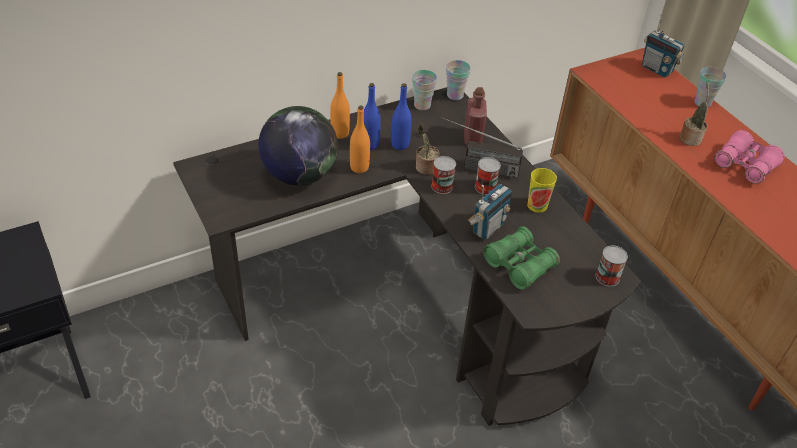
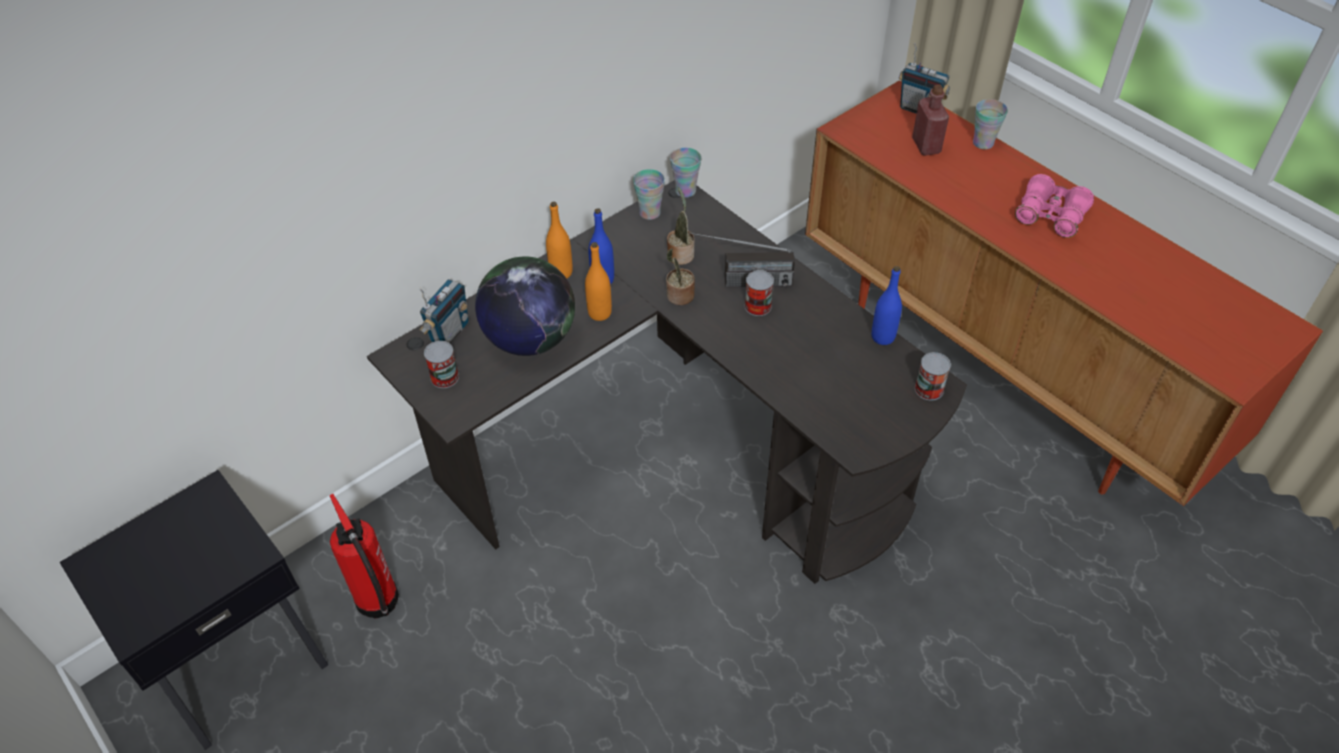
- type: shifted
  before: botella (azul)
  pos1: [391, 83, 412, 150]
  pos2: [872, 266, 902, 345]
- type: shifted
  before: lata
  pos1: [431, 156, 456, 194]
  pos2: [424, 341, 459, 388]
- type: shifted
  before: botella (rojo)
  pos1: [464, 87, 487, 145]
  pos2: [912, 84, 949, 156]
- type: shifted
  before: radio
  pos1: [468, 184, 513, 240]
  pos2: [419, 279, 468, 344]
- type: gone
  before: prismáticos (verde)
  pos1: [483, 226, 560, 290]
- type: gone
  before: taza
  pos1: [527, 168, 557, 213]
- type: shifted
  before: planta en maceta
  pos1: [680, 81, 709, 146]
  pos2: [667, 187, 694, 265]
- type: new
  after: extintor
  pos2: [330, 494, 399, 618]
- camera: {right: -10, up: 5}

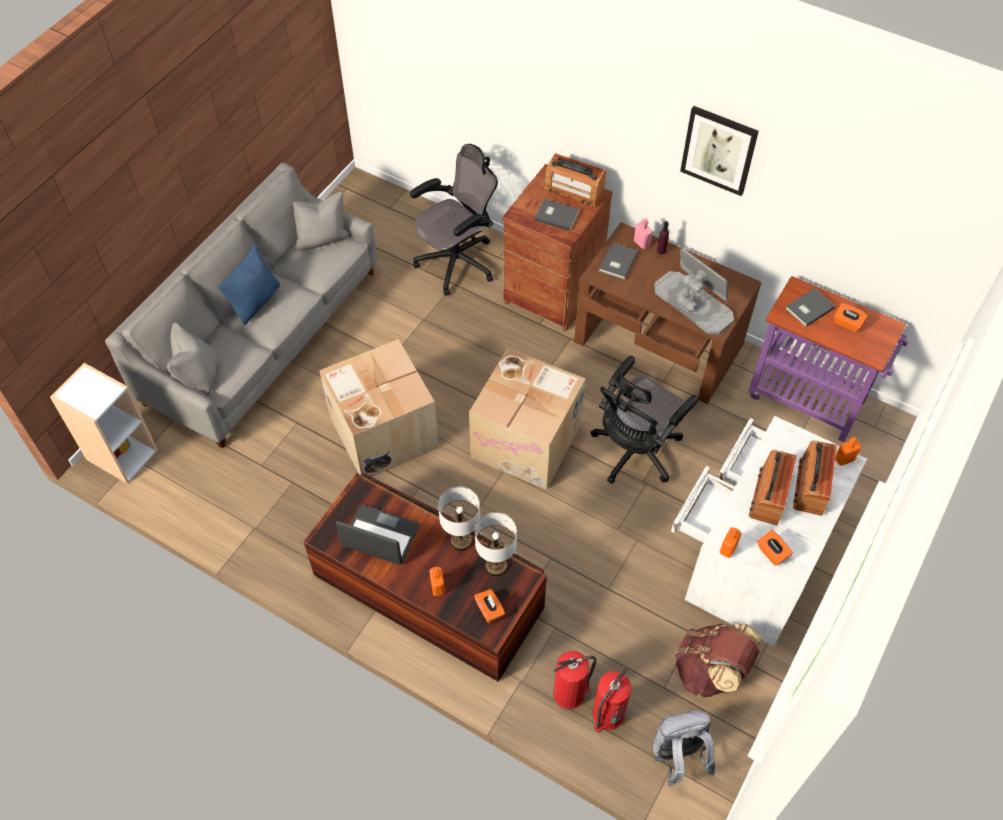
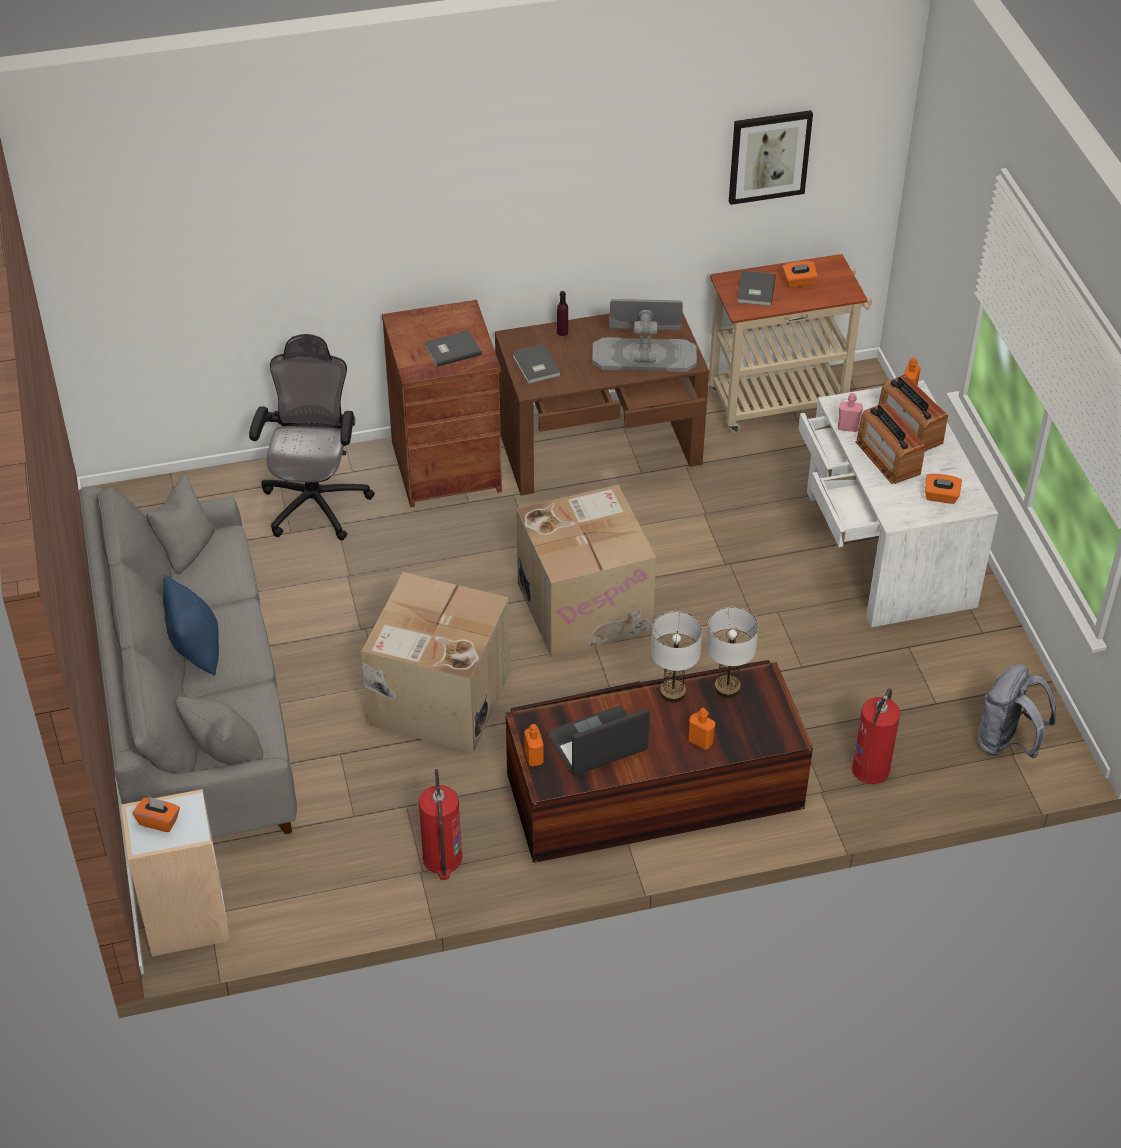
- type: shifted
  before: caja de pañuelos (naranja)
  pos1: [474, 589, 505, 624]
  pos2: [133, 796, 180, 832]
- type: gone
  before: radio
  pos1: [545, 153, 606, 208]
- type: gone
  before: silla de oficina
  pos1: [591, 356, 699, 484]
- type: shifted
  before: extintor
  pos1: [592, 666, 631, 732]
  pos2: [419, 769, 462, 880]
- type: shifted
  before: botella (rosa)
  pos1: [634, 218, 652, 249]
  pos2: [838, 393, 863, 432]
- type: gone
  before: mochila (marrón)
  pos1: [675, 623, 762, 698]
- type: shifted
  before: cuadro
  pos1: [680, 106, 759, 196]
  pos2: [729, 110, 813, 205]
- type: shifted
  before: botella (naranja)
  pos1: [720, 528, 742, 558]
  pos2: [524, 724, 544, 766]
- type: repainted
  before: carrito (morado)
  after: carrito (beis)
  pos1: [748, 276, 909, 442]
  pos2: [708, 254, 872, 434]
- camera: {right: -45, up: -10}

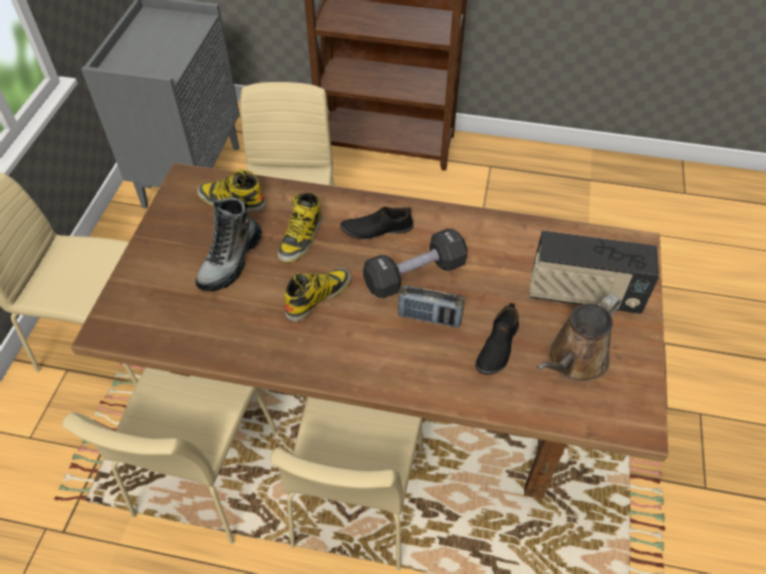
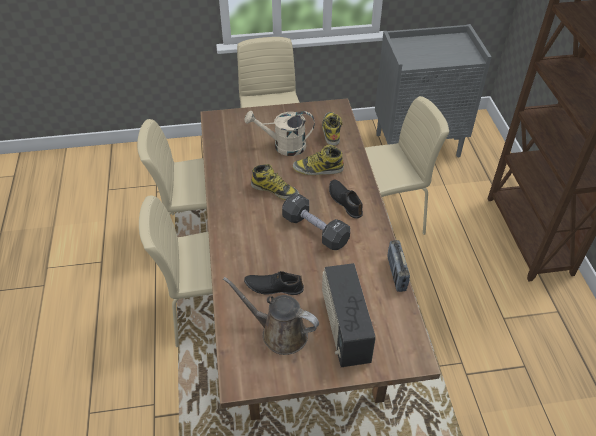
- type: swapped
  before: bota
  after: regadera (beis)
  pos1: [195, 197, 262, 291]
  pos2: [244, 111, 314, 156]
- type: shifted
  before: radio
  pos1: [398, 285, 465, 327]
  pos2: [387, 240, 410, 292]
- camera: {right: 70, up: -5}

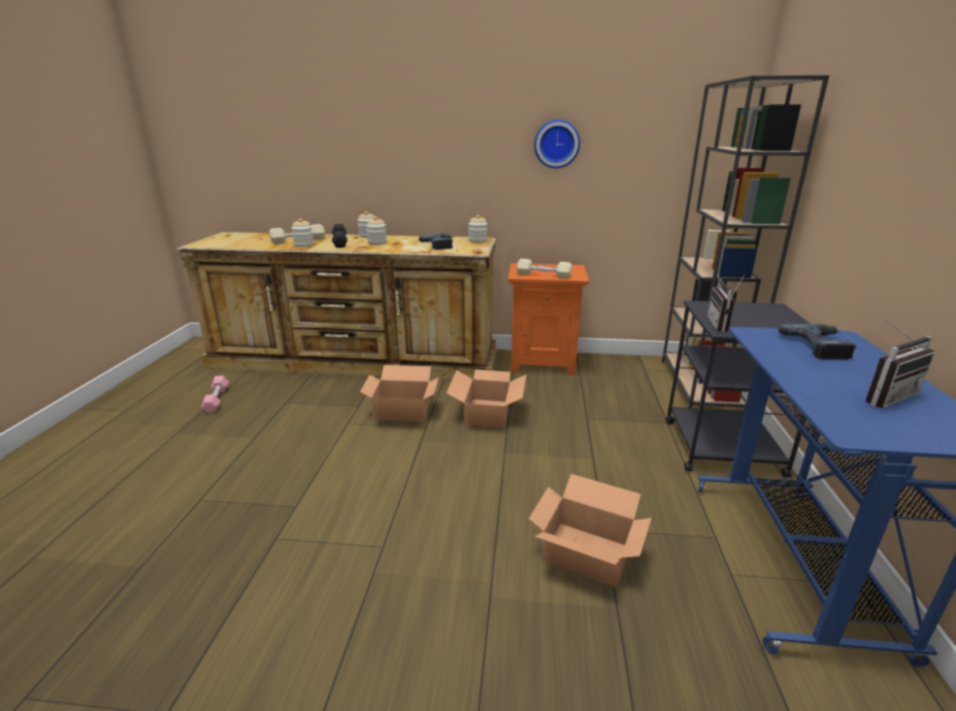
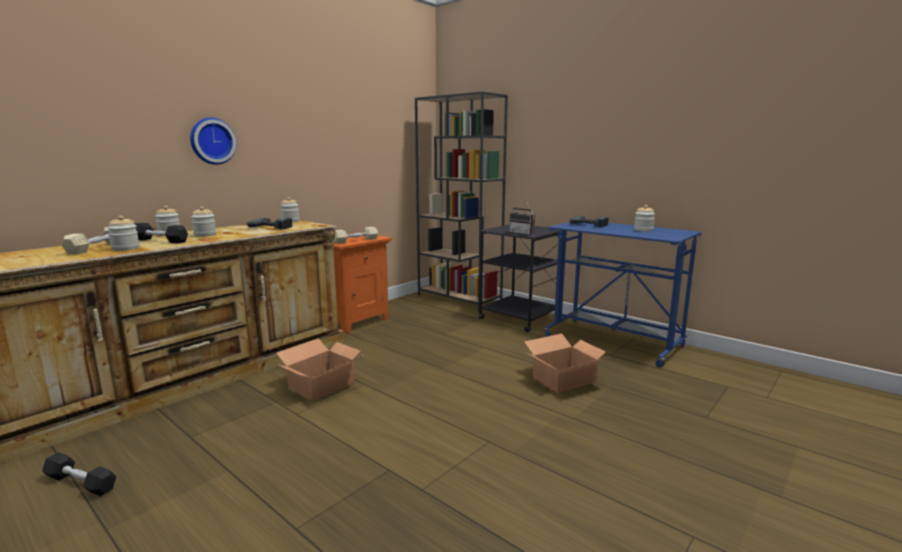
- type: repainted
  before: mancuerna (rosa)
  after: mancuerna (negro)
  pos1: [201, 375, 229, 413]
  pos2: [42, 452, 116, 496]
- type: gone
  before: caja de cartón
  pos1: [447, 369, 527, 428]
- type: shifted
  before: reloj de pared
  pos1: [534, 119, 580, 168]
  pos2: [190, 118, 236, 165]
- type: swapped
  before: radio
  after: tarro
  pos1: [866, 319, 935, 408]
  pos2: [634, 205, 655, 231]
- camera: {right: -55, up: -10}

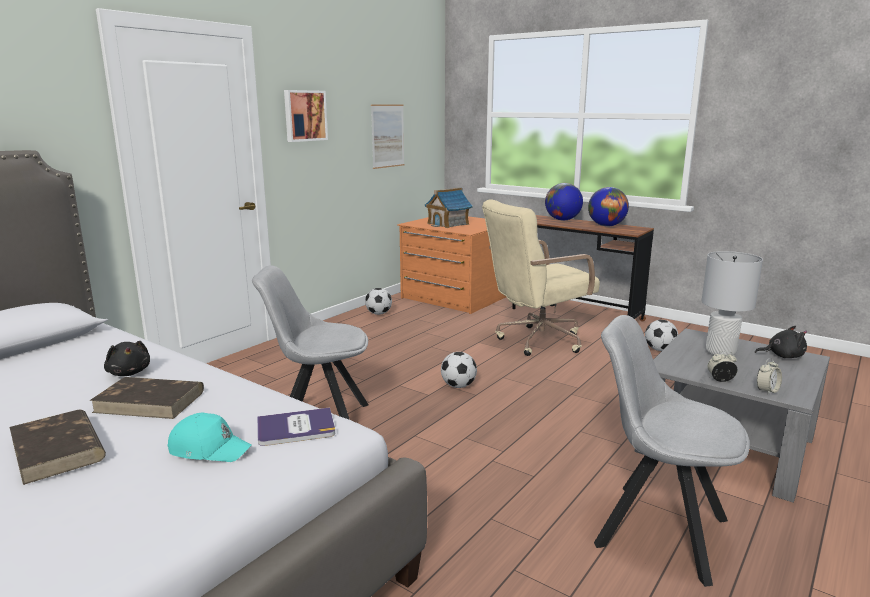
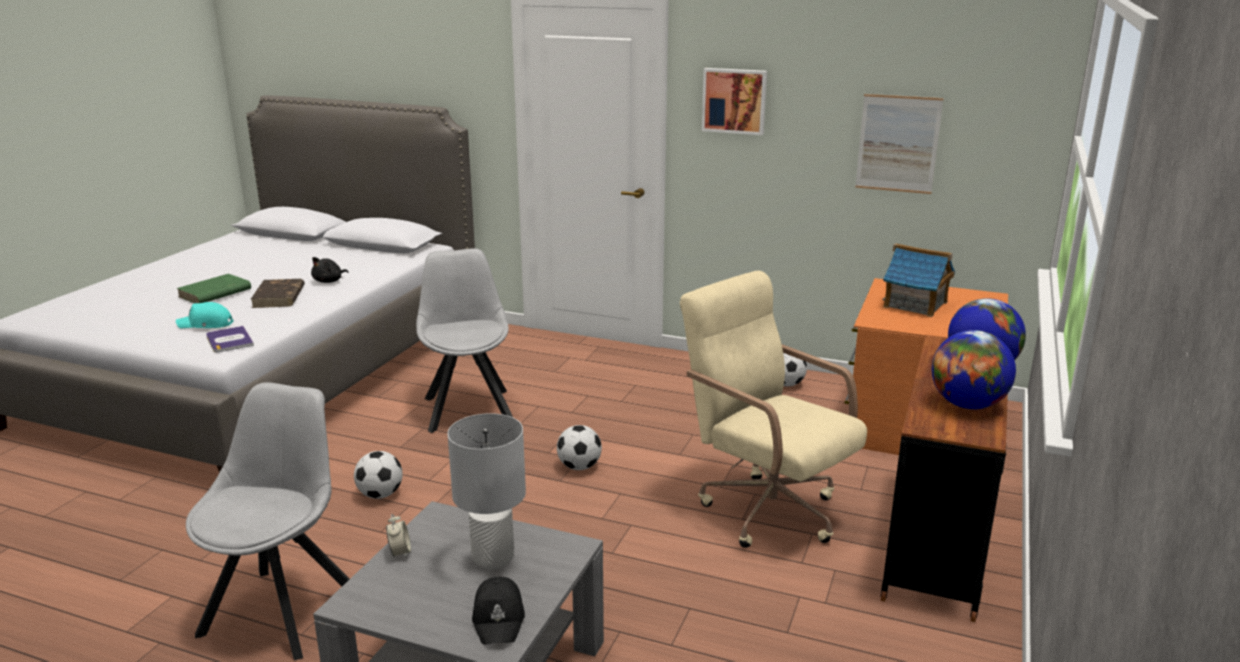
- type: repainted
  before: libro (marrón)
  after: libro (verde)
  pos1: [10, 409, 106, 485]
  pos2: [176, 274, 251, 303]
- type: rotated
  before: gorra (turquesa)
  pos1: [167, 413, 252, 462]
  pos2: [176, 302, 234, 329]
  turn: 90
- type: shifted
  before: balón de fútbol
  pos1: [645, 320, 678, 351]
  pos2: [354, 451, 403, 499]
- type: swapped
  before: peluche (negro)
  after: gorra (negro)
  pos1: [755, 326, 807, 358]
  pos2: [472, 577, 525, 645]
- type: gone
  before: despertador
  pos1: [757, 358, 782, 395]
- camera: {right: 75, up: 5}

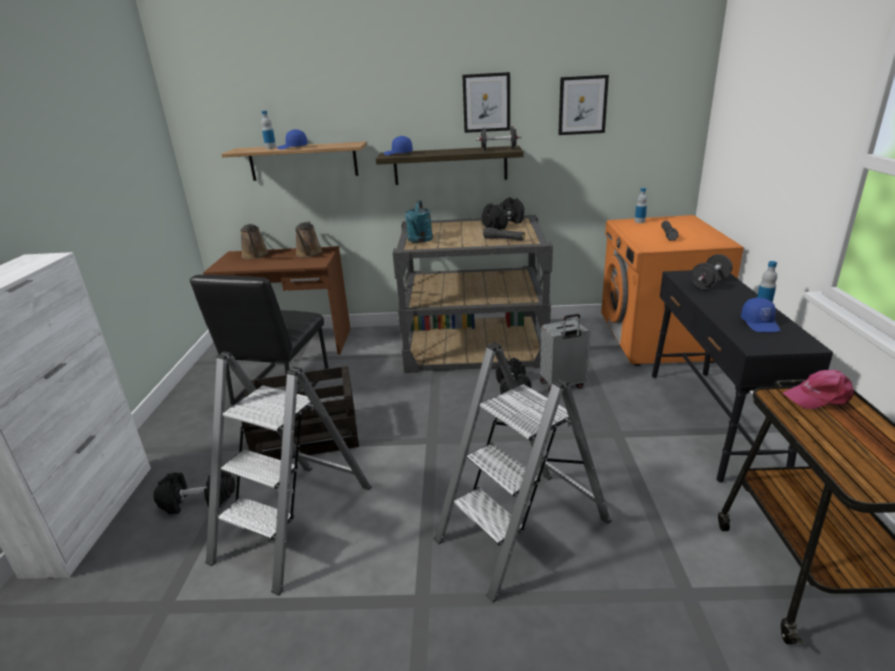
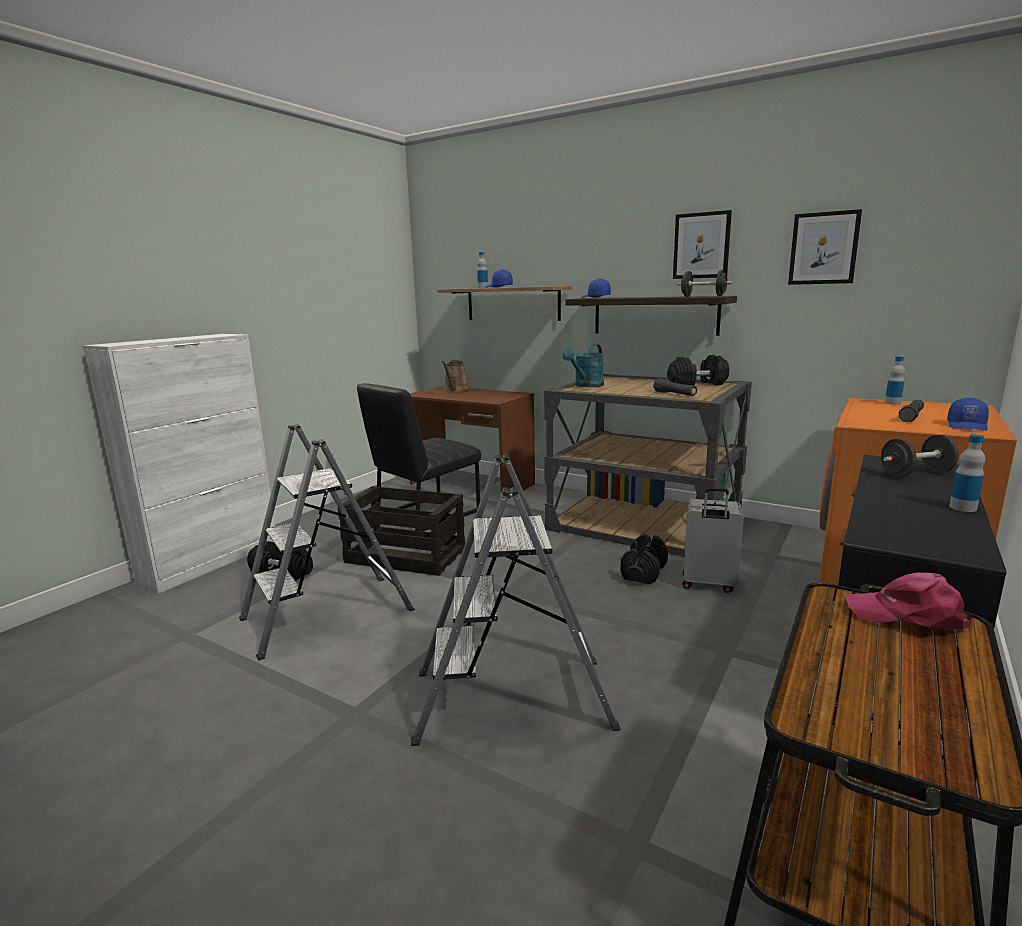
- type: gone
  before: regadera (marrón)
  pos1: [295, 222, 323, 257]
- type: shifted
  before: gorra (azul)
  pos1: [741, 298, 781, 332]
  pos2: [947, 397, 989, 431]
- camera: {right: 30, up: -10}

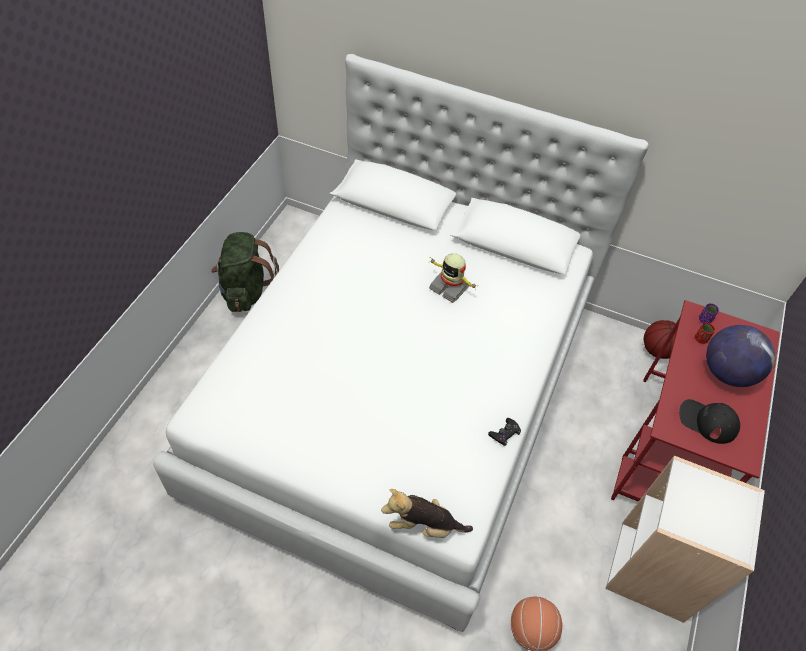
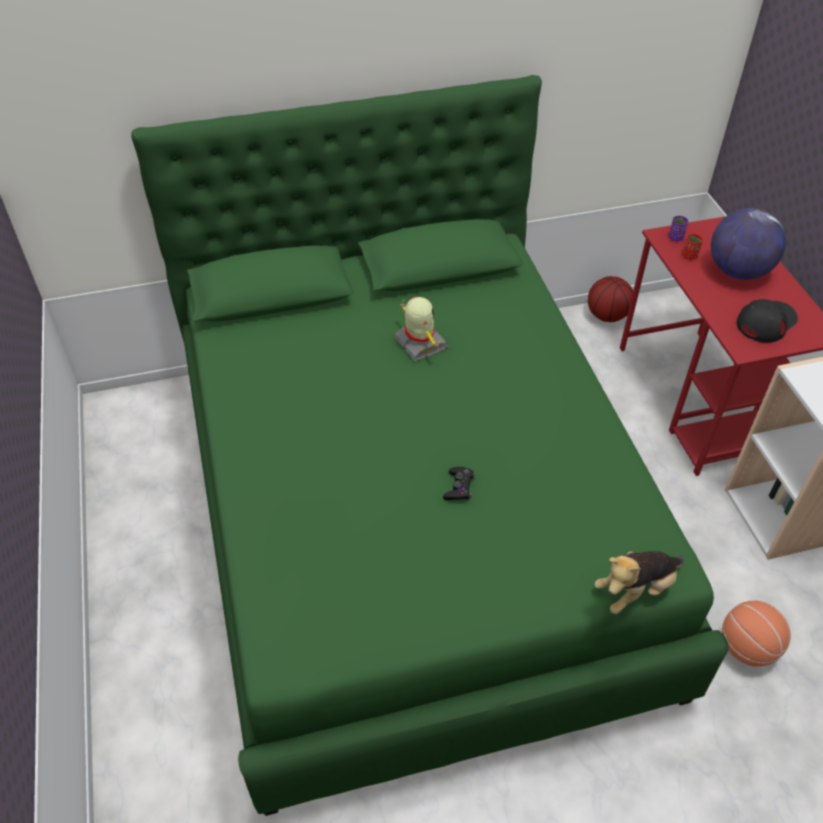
- type: repainted
  before: cama (blanco)
  after: cama (verde)
  pos1: [153, 54, 649, 632]
  pos2: [131, 75, 729, 816]
- type: gone
  before: mochila (verde)
  pos1: [211, 232, 279, 312]
- type: rotated
  before: robot de juguete
  pos1: [429, 253, 477, 303]
  pos2: [394, 296, 449, 361]
  turn: -120
- type: shifted
  before: mando de consola (negro)
  pos1: [488, 418, 521, 446]
  pos2: [443, 467, 475, 500]
- type: rotated
  before: gorra (negro)
  pos1: [679, 399, 740, 444]
  pos2: [737, 299, 798, 343]
  turn: 150
- camera: {right: -35, up: -5}

